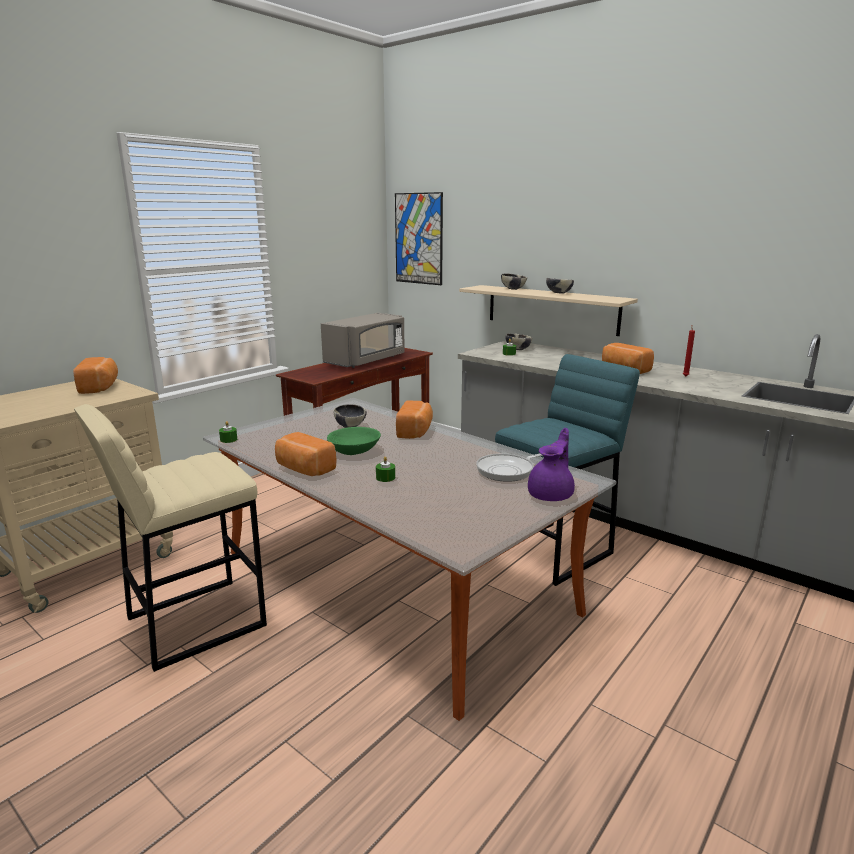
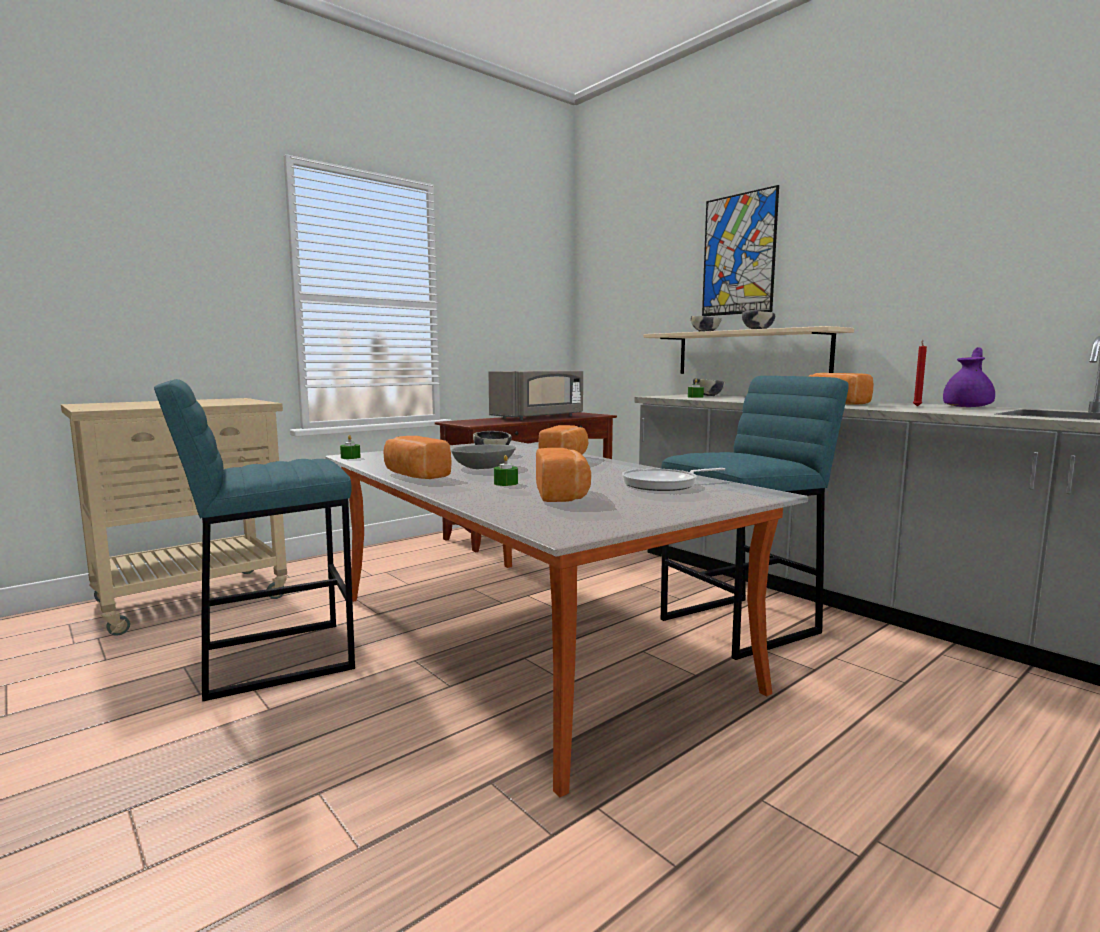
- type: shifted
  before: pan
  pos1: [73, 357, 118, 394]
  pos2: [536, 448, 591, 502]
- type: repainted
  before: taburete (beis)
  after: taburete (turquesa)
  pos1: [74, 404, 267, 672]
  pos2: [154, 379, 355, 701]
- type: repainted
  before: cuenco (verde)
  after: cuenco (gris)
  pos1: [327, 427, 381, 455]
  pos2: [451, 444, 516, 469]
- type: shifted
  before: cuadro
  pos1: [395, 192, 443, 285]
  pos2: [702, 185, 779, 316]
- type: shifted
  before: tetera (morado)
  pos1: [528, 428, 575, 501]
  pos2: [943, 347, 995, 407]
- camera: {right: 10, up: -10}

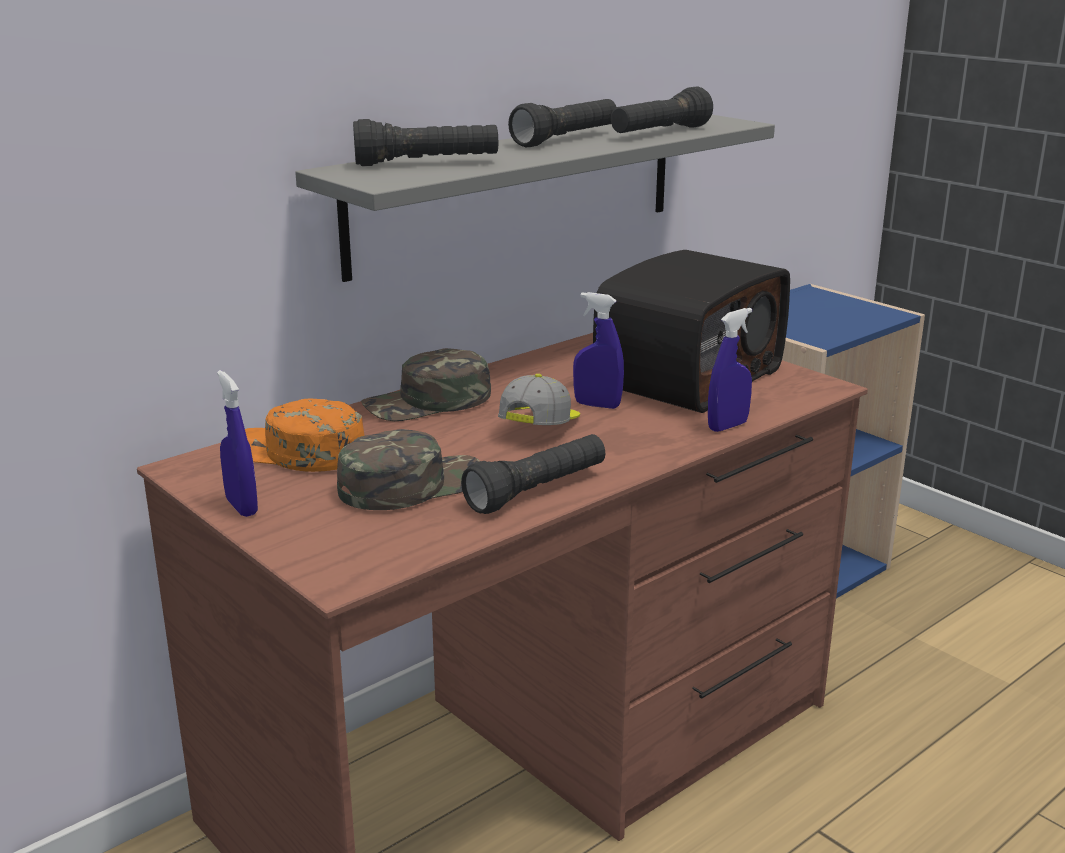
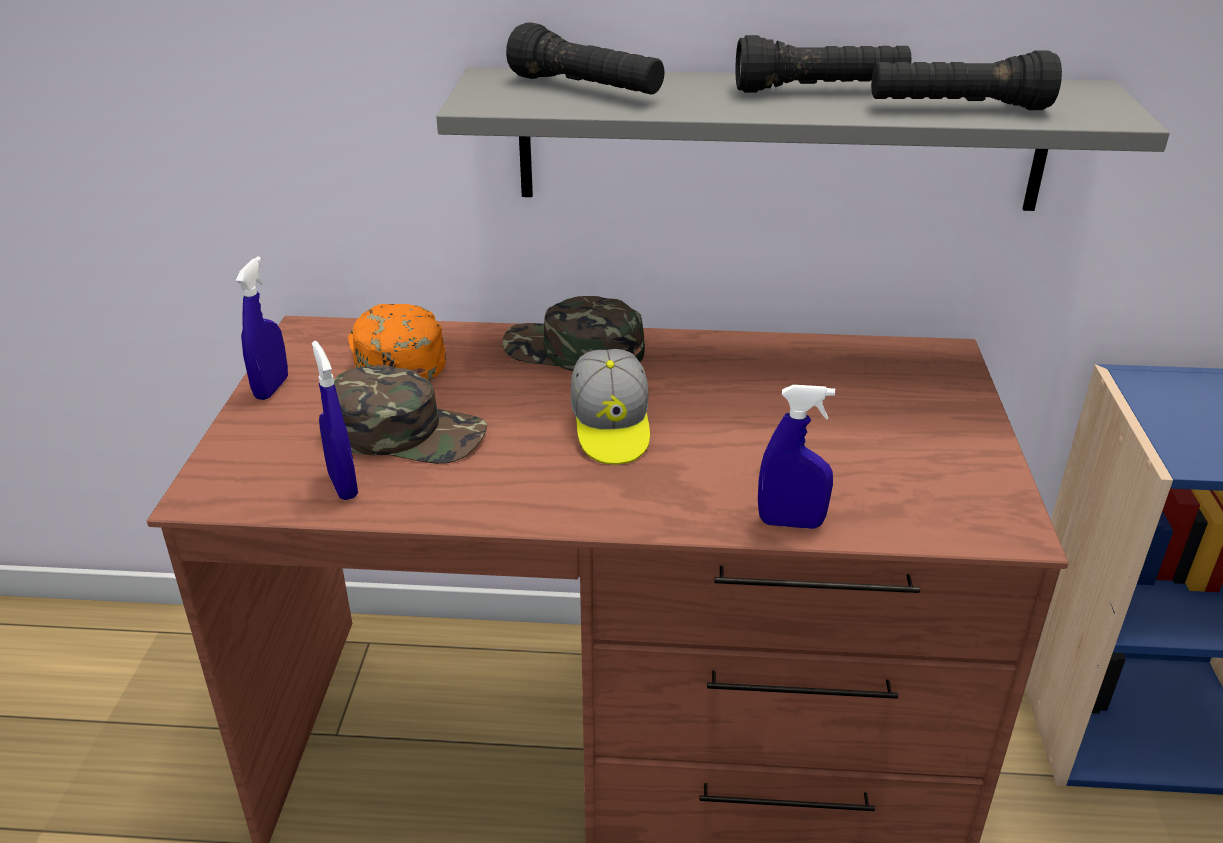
- type: gone
  before: linterna (negro)
  pos1: [461, 434, 605, 514]
- type: rotated
  before: gorra
  pos1: [498, 374, 580, 425]
  pos2: [571, 349, 650, 465]
  turn: 105
- type: shifted
  before: pulverizador (azul)
  pos1: [573, 292, 624, 409]
  pos2: [312, 341, 358, 500]
- type: gone
  before: radio
  pos1: [593, 250, 790, 413]
- camera: {right: 45, up: 10}

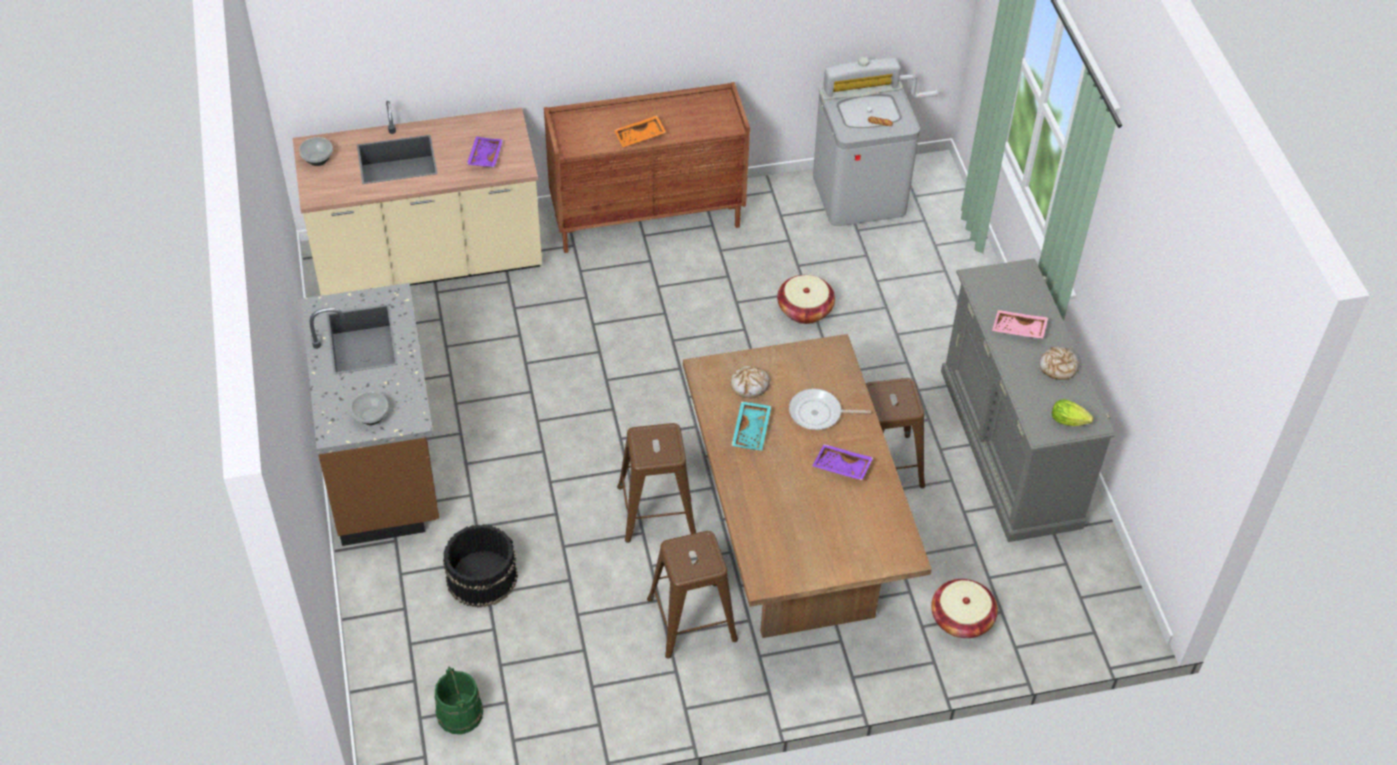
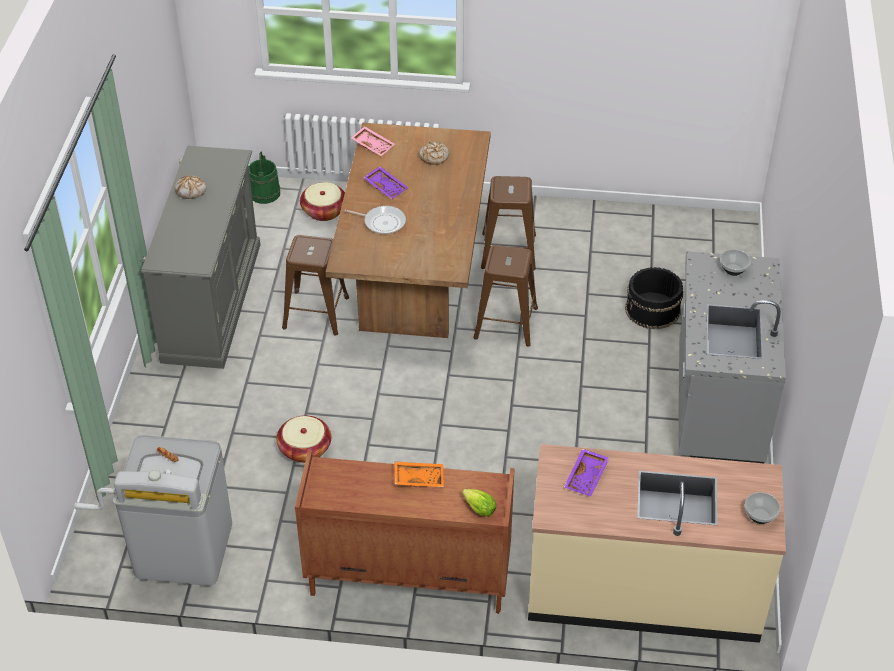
- type: repainted
  before: mueble bajo de cocina (marrón)
  after: mueble bajo de cocina (gris)
  pos1: [301, 283, 439, 546]
  pos2: [678, 251, 786, 463]
- type: shifted
  before: cubo (verde)
  pos1: [435, 666, 483, 734]
  pos2: [249, 152, 280, 204]
- type: shifted
  before: pan
  pos1: [731, 366, 770, 398]
  pos2: [419, 141, 449, 165]
- type: gone
  before: bandeja (turquesa)
  pos1: [731, 401, 772, 450]
- type: shifted
  before: bandeja (rosa)
  pos1: [992, 310, 1048, 339]
  pos2: [351, 126, 395, 156]
- type: shifted
  before: lechuga
  pos1: [1052, 399, 1094, 426]
  pos2: [462, 489, 496, 516]
- camera: {right: -160, up: -5}

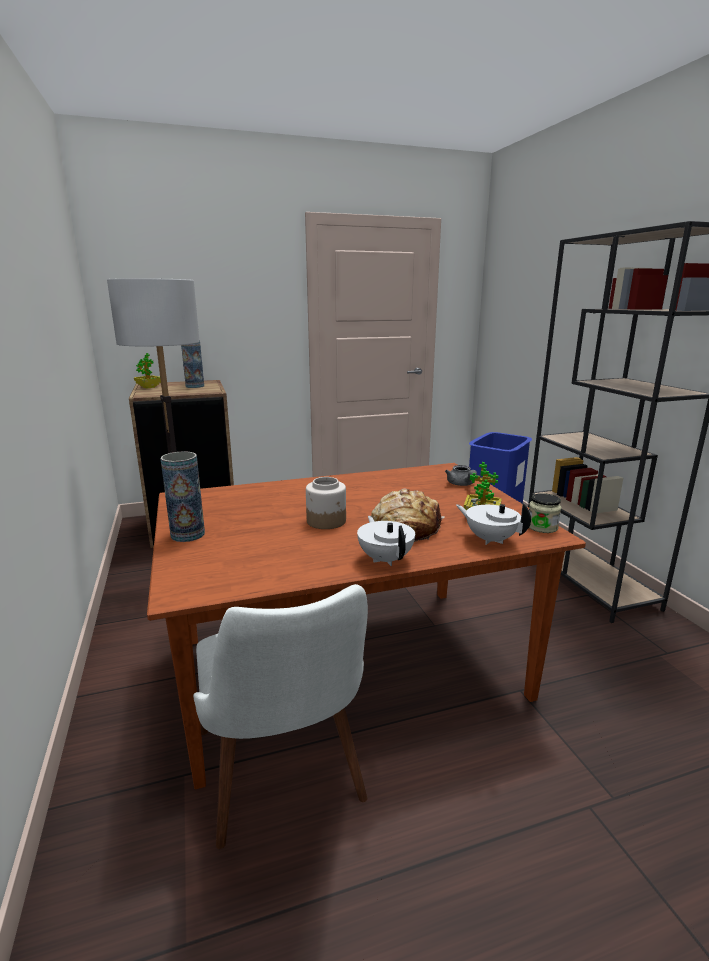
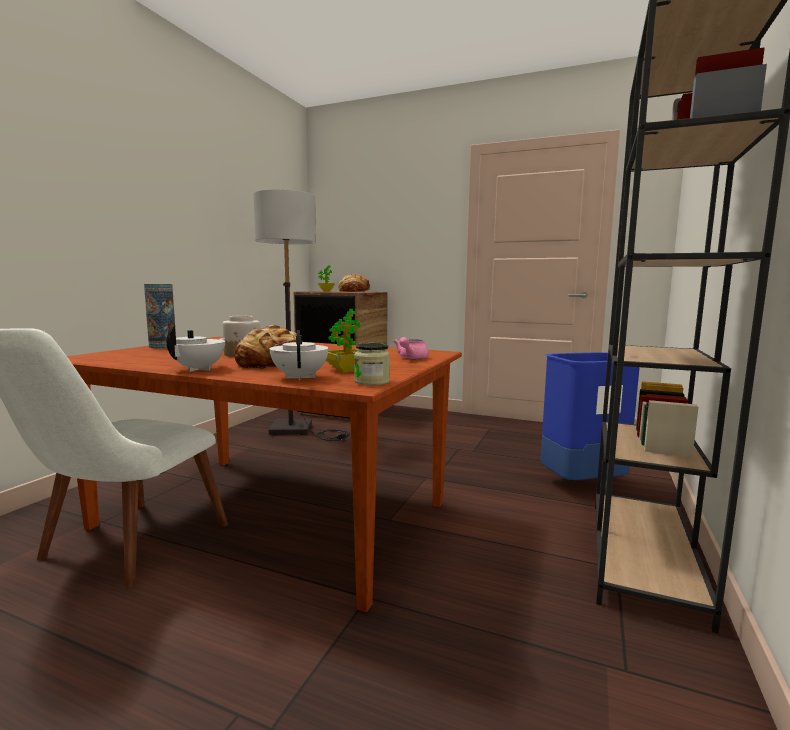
- type: swapped
  before: florero
  after: pan
  pos1: [181, 340, 204, 388]
  pos2: [338, 273, 371, 292]
- type: repainted
  before: tetera (gris)
  after: tetera (rosa)
  pos1: [445, 465, 477, 486]
  pos2: [393, 337, 429, 359]
- camera: {right: 40, up: -10}

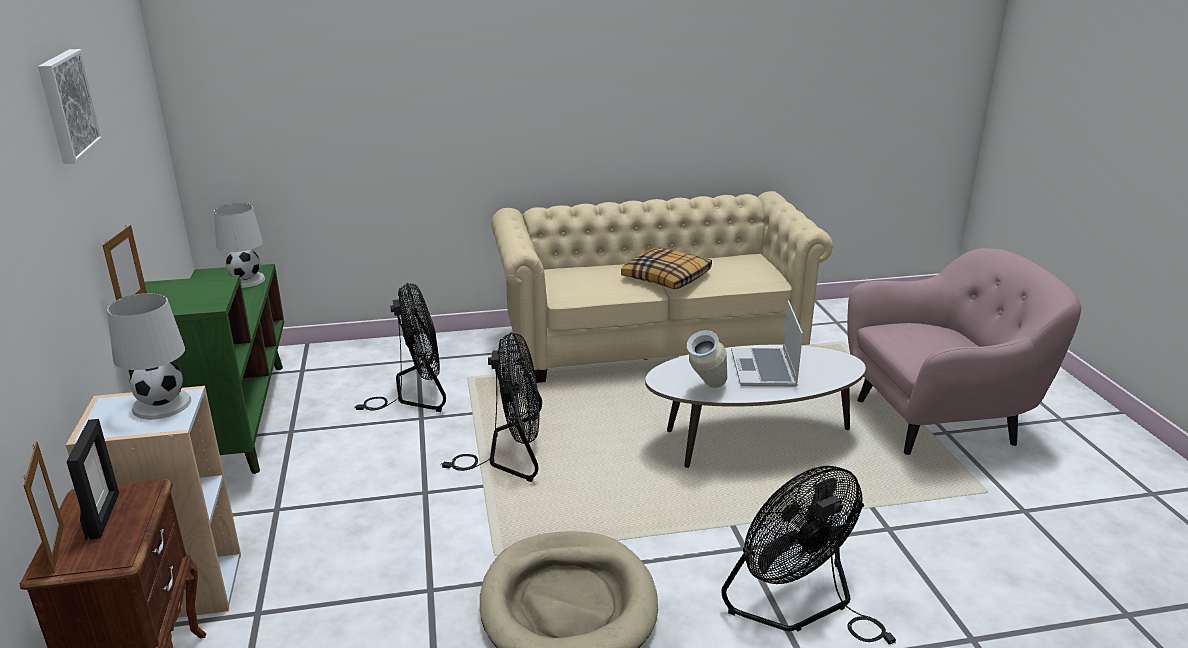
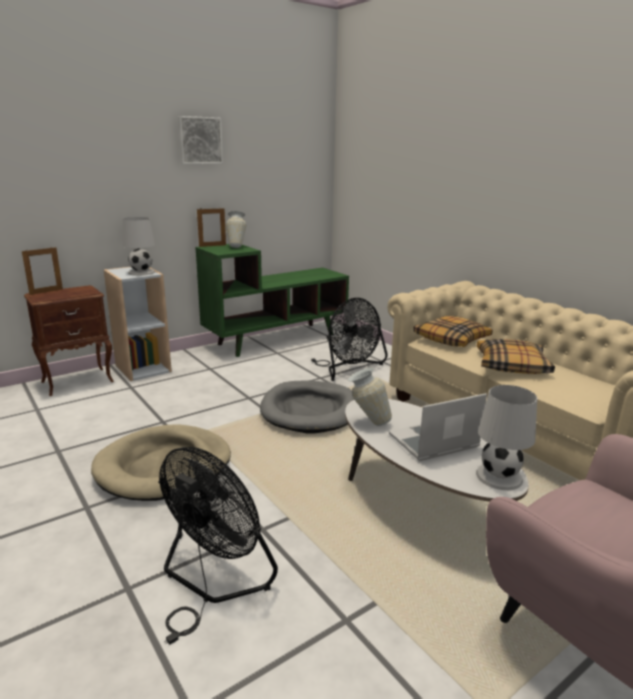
- type: gone
  before: portarretratos
  pos1: [66, 419, 119, 540]
- type: shifted
  before: lámpara de mesa (blanco)
  pos1: [214, 203, 265, 288]
  pos2: [476, 385, 537, 490]
- type: swapped
  before: ventilador (negro)
  after: cama para perro (gris)
  pos1: [440, 332, 542, 482]
  pos2: [260, 381, 354, 433]
- type: new
  after: florero
  pos2: [226, 211, 246, 248]
- type: new
  after: cojín
  pos2: [413, 316, 493, 347]
- camera: {right: 65, up: -5}

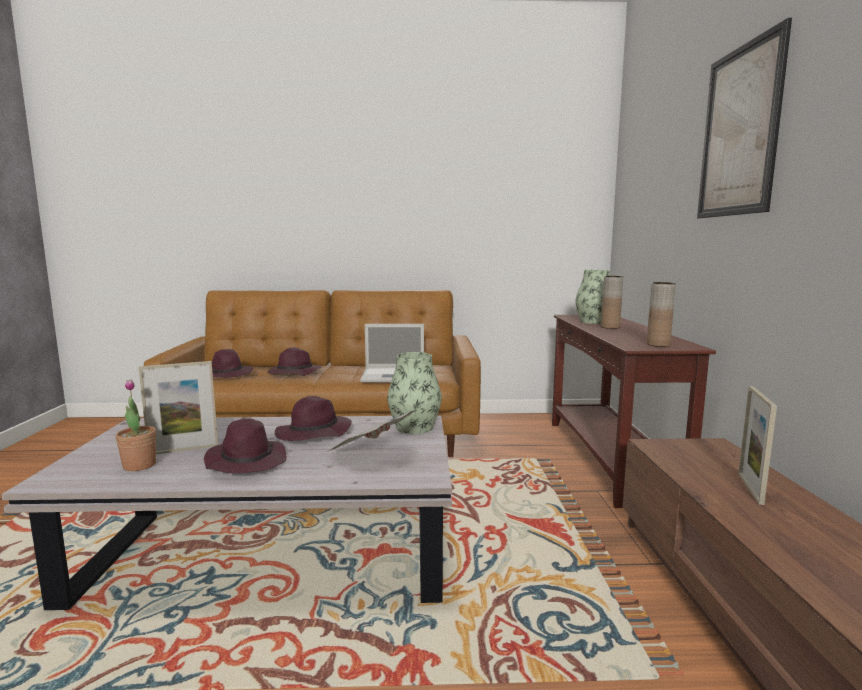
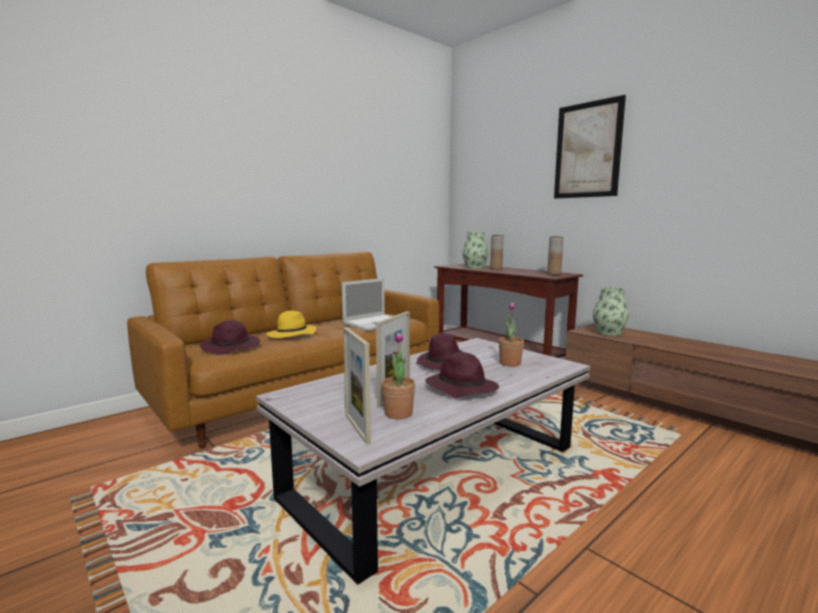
- type: repainted
  before: sombrero (morado)
  after: sombrero (amarillo)
  pos1: [267, 347, 322, 376]
  pos2: [266, 310, 316, 338]
- type: swapped
  before: periódico
  after: planta en maceta
  pos1: [329, 410, 416, 451]
  pos2: [499, 302, 524, 367]
- type: shifted
  before: florero
  pos1: [387, 352, 442, 434]
  pos2: [593, 288, 629, 336]
- type: shifted
  before: portarretratos
  pos1: [738, 386, 777, 505]
  pos2: [343, 327, 371, 444]
- camera: {right: -40, up: 0}

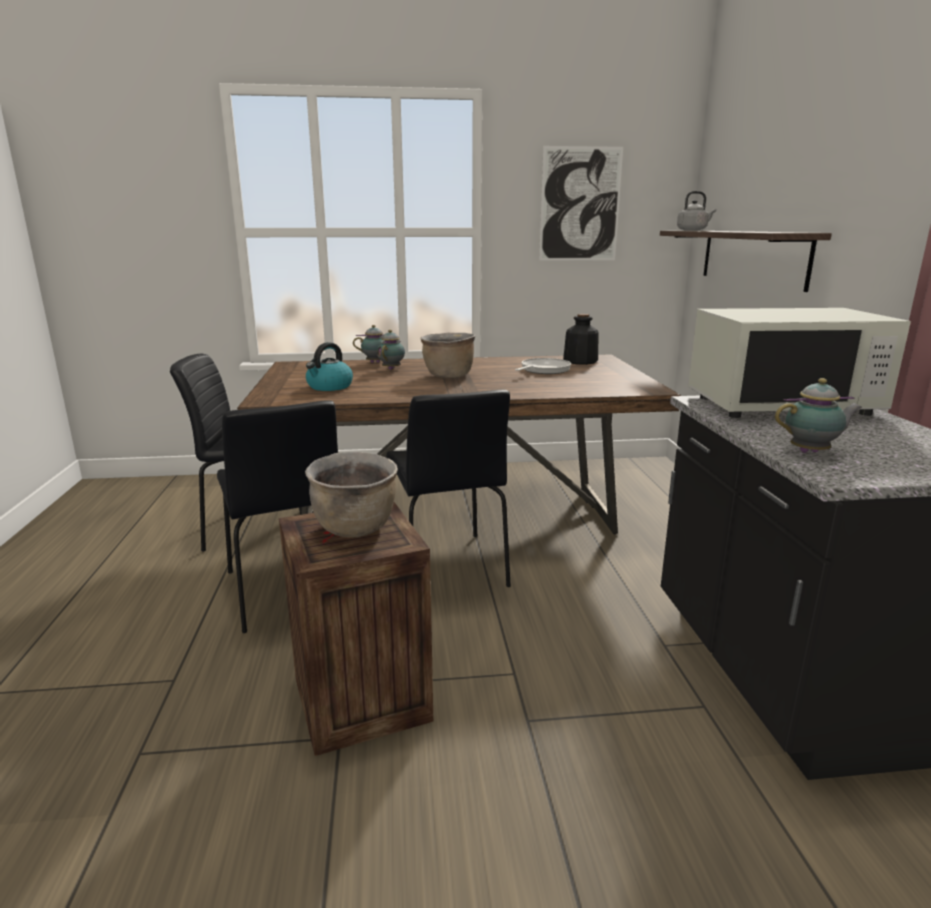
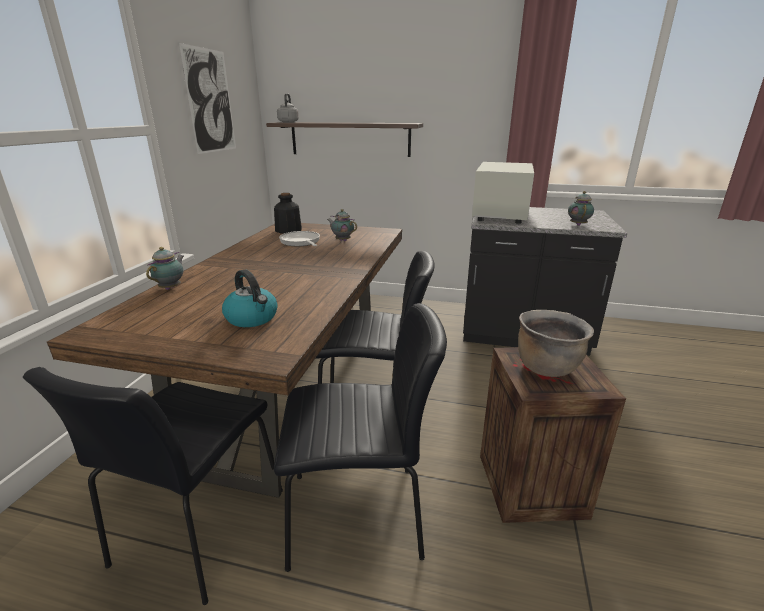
- type: shifted
  before: tetera
  pos1: [377, 330, 405, 370]
  pos2: [327, 209, 357, 241]
- type: gone
  before: olla (marrón)
  pos1: [420, 333, 475, 378]
- camera: {right: -70, up: 5}

